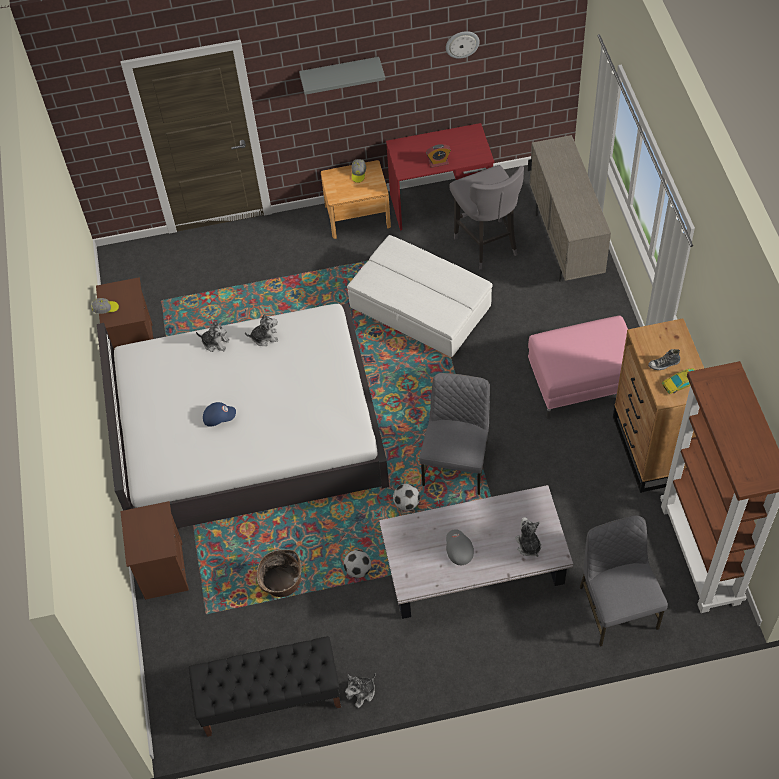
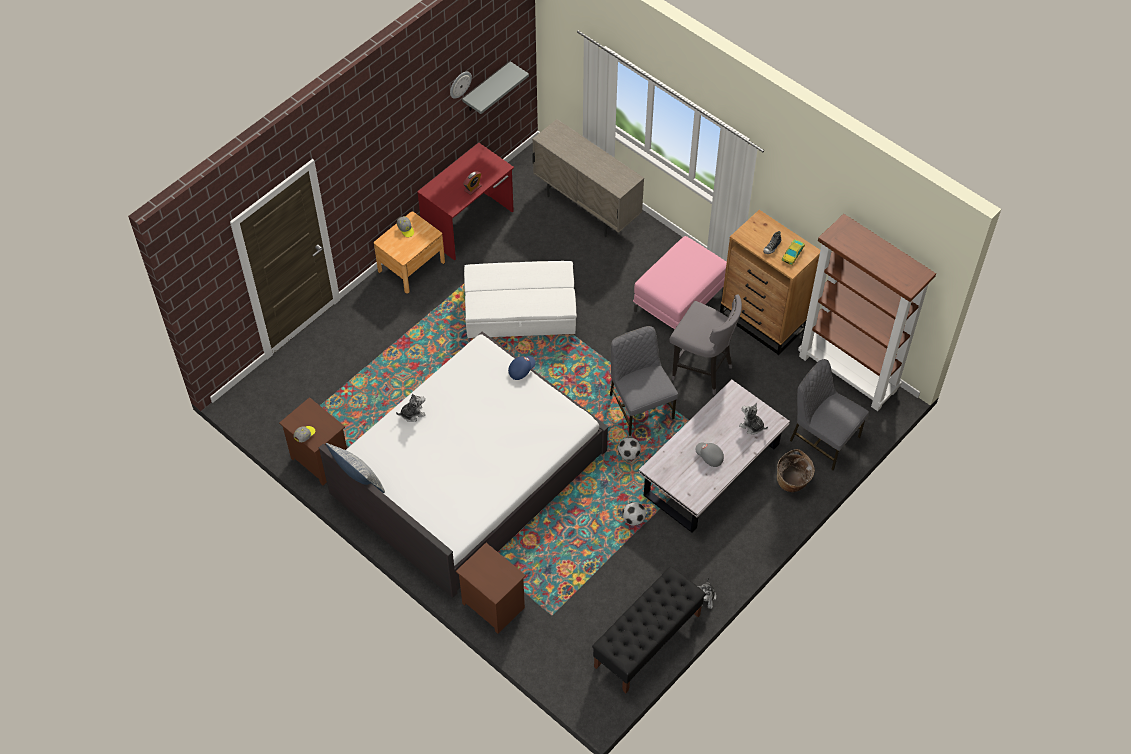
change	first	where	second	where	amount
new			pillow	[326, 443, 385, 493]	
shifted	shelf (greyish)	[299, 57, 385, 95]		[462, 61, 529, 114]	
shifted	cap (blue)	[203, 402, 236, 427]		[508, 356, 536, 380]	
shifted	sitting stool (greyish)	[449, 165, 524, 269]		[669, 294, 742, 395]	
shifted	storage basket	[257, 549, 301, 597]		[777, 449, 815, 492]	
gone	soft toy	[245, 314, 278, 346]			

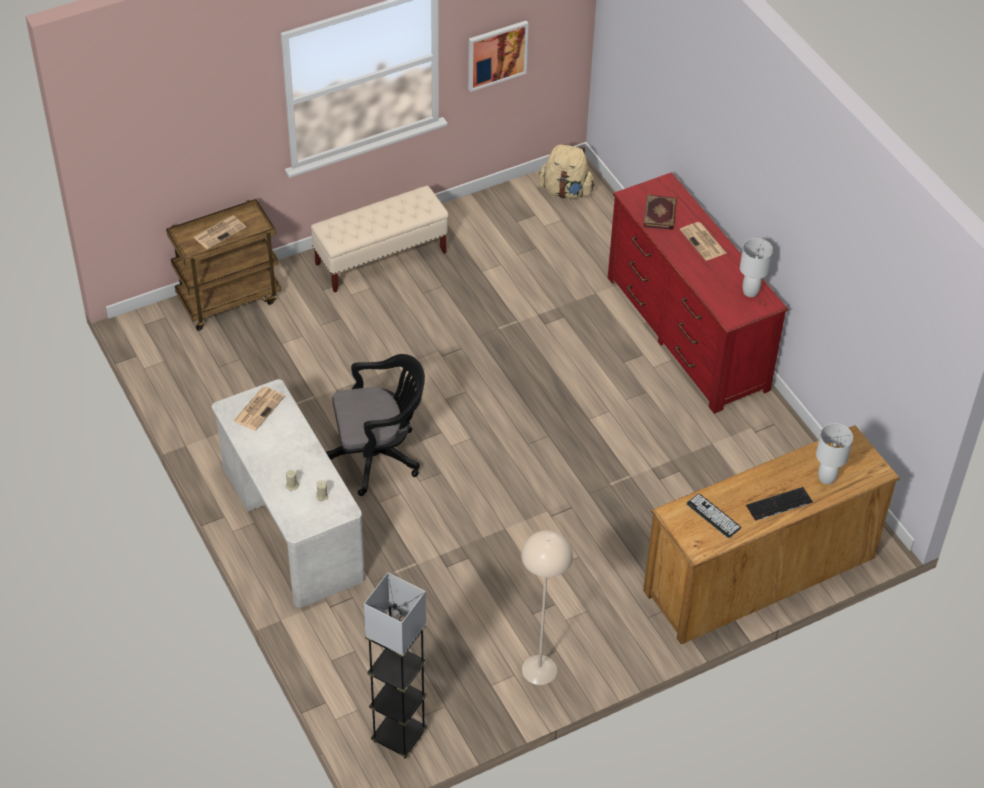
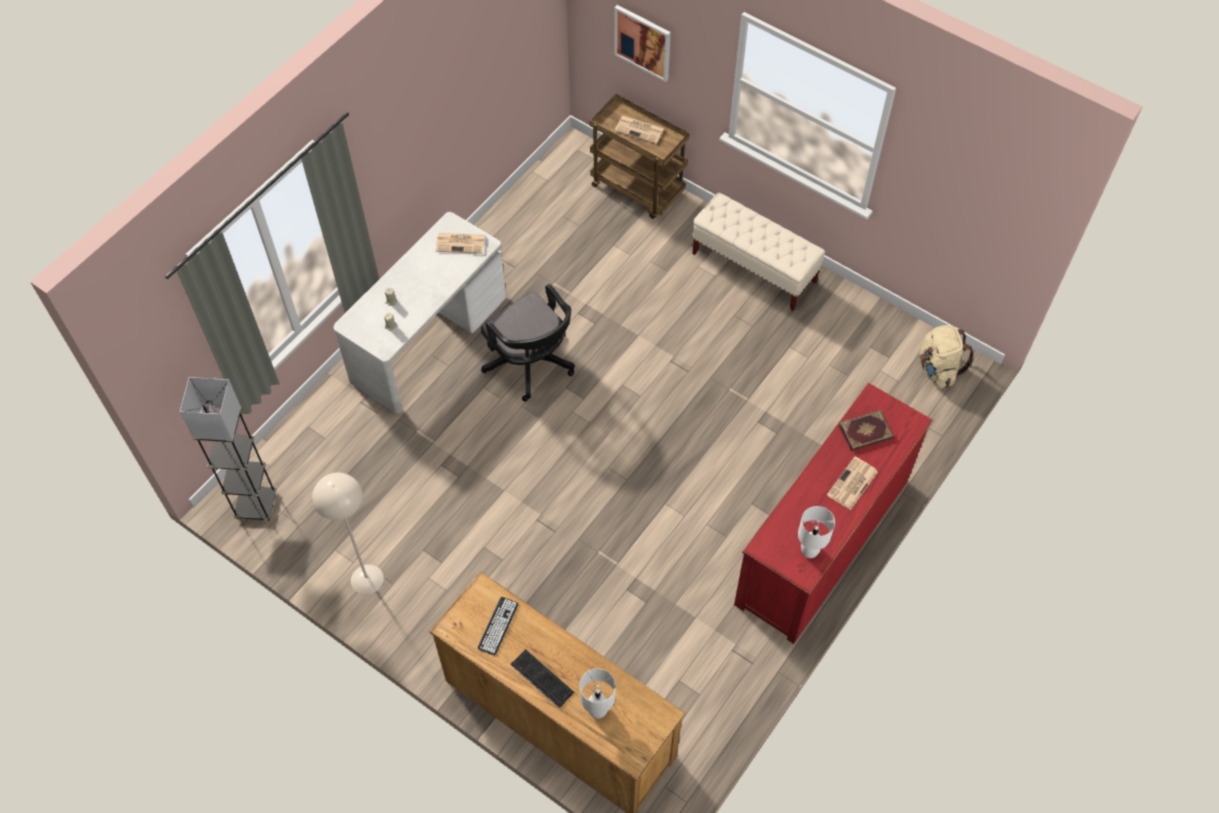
change	first	where	second	where	amount
shifted	wall art	[468, 21, 528, 92]		[614, 5, 671, 82]	

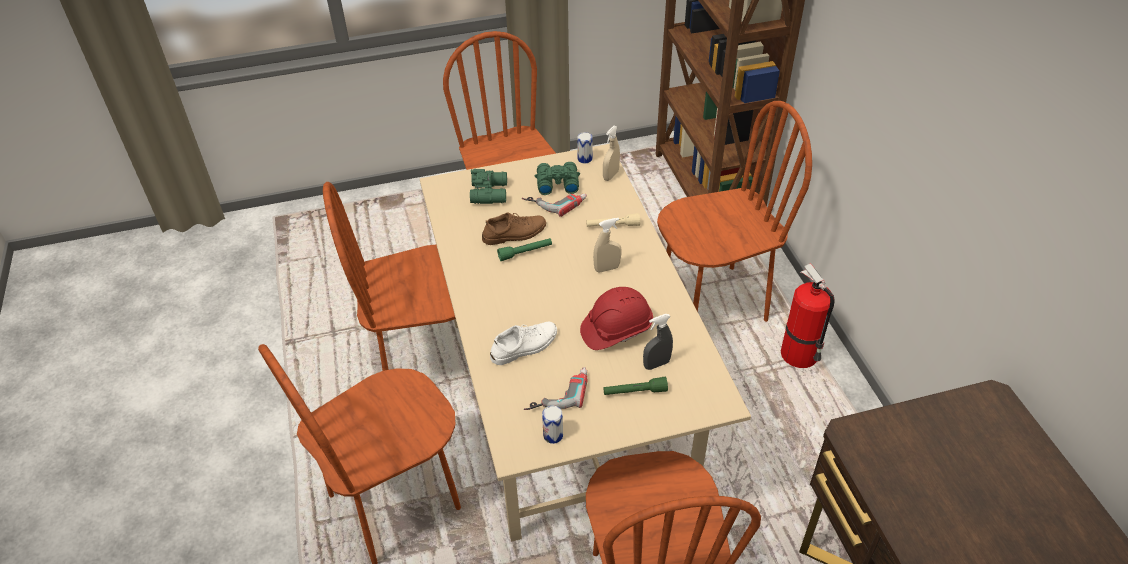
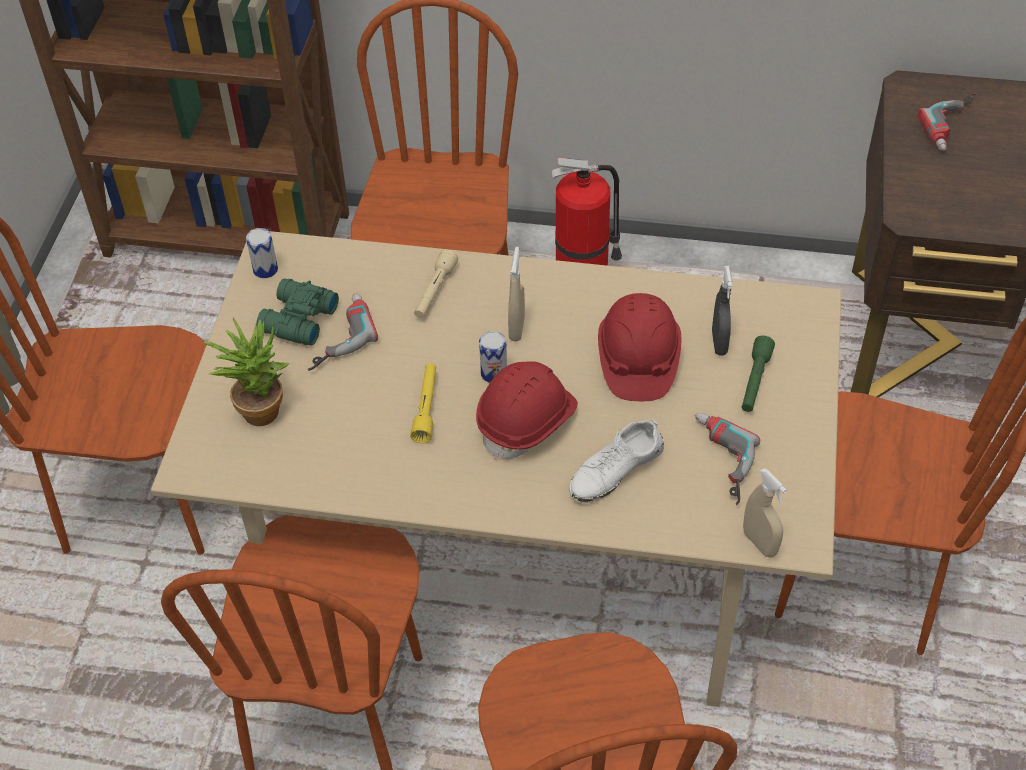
change	first	where	second	where	amount
swapped	field glasses (greenish)	[470, 169, 507, 204]	houseplant	[203, 318, 289, 426]	
repainted	torch (greenish)	[497, 238, 552, 261]	torch (yellow)	[410, 364, 436, 443]	
new			work helmet (red-coloured)	[476, 361, 578, 460]	
shifted	metal can	[542, 405, 563, 444]		[479, 331, 507, 383]	
rotated	item of footwear (white)	[490, 322, 557, 365]		[569, 419, 664, 503]	120 degrees counterclockwise
shifted	sprayer (beige-coloured)	[603, 126, 620, 181]		[743, 468, 787, 558]	
new			power drill	[918, 93, 976, 151]	
gone	item of footwear (brownish)	[482, 212, 546, 245]			

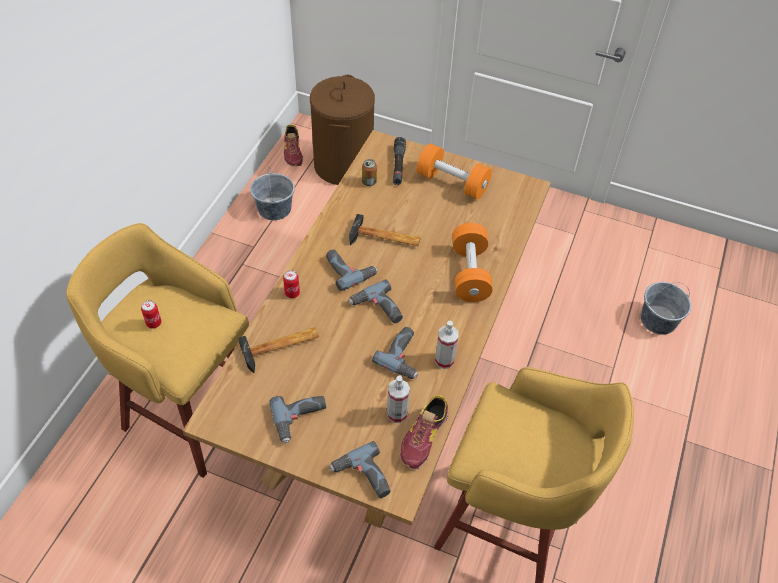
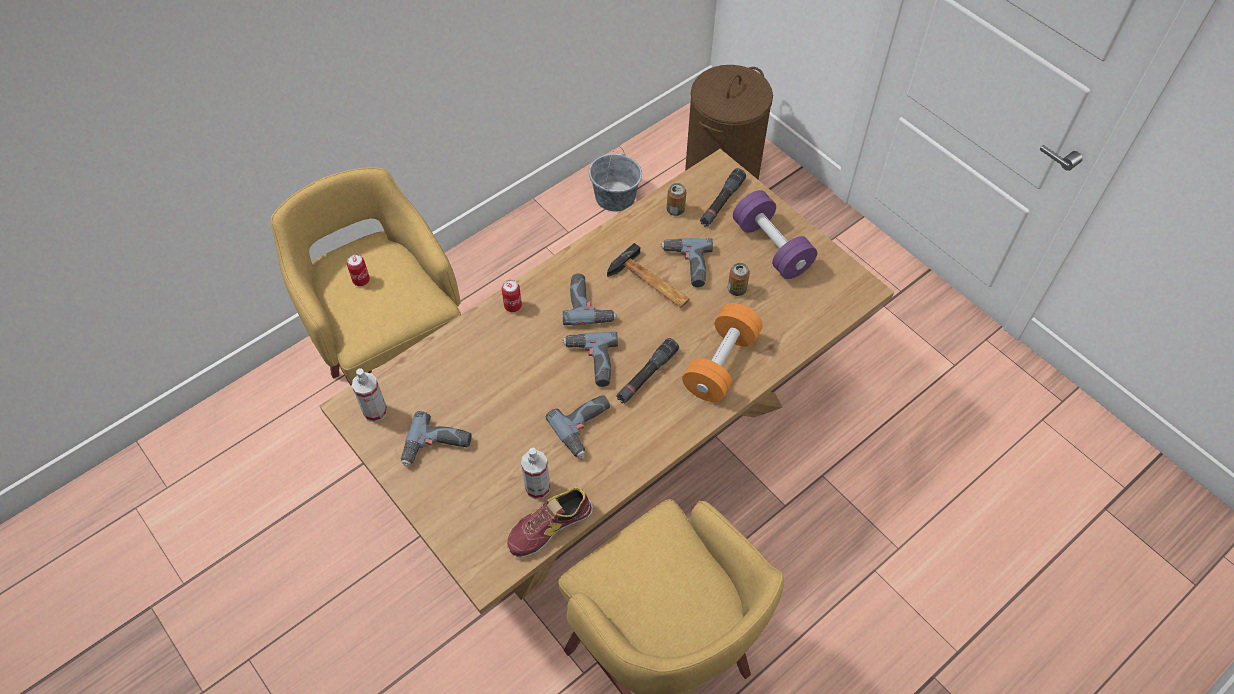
change	first	where	second	where	amount
shifted	sprayer	[435, 321, 459, 369]		[352, 368, 387, 422]	
new			torch (blackish)	[616, 338, 679, 404]	
shifted	power drill	[330, 441, 391, 498]		[661, 238, 713, 287]	
new			metal can	[728, 263, 750, 296]	
repainted	free weight (orangey)	[417, 143, 492, 199]	free weight (purple-coloured)	[733, 190, 817, 279]	
gone	tool hammer	[238, 327, 319, 373]			
gone	item of footwear	[284, 125, 303, 166]			
gone	water bucket (greyish)	[641, 282, 691, 335]			

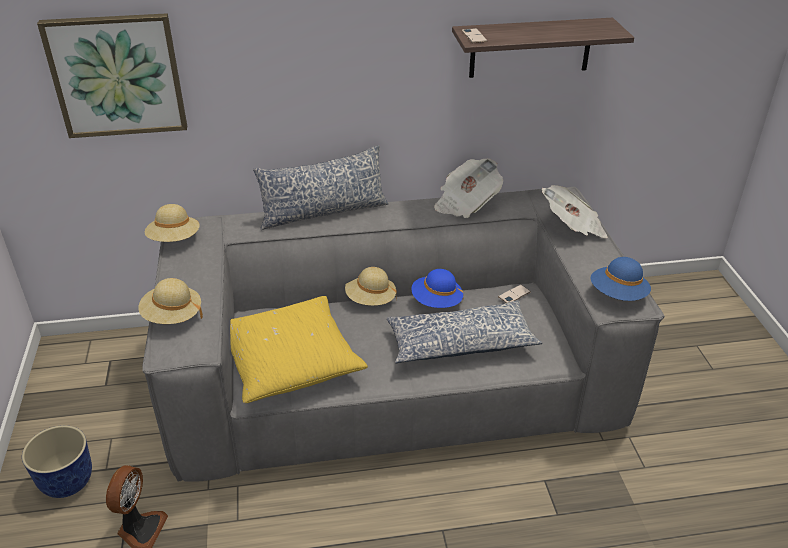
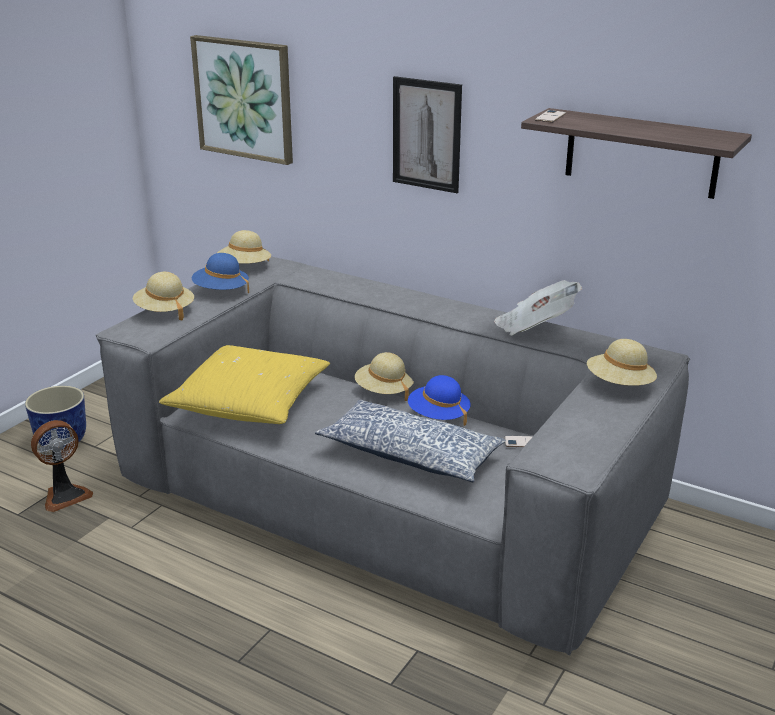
change	first	where	second	where	amount
shifted	hat (blue)	[591, 257, 651, 301]		[192, 253, 249, 293]	
new			wall art	[393, 76, 462, 193]	
swapped	newspaper	[542, 185, 608, 238]	hat (beige-coloured)	[587, 339, 657, 386]	
gone	pillow	[253, 145, 389, 230]			

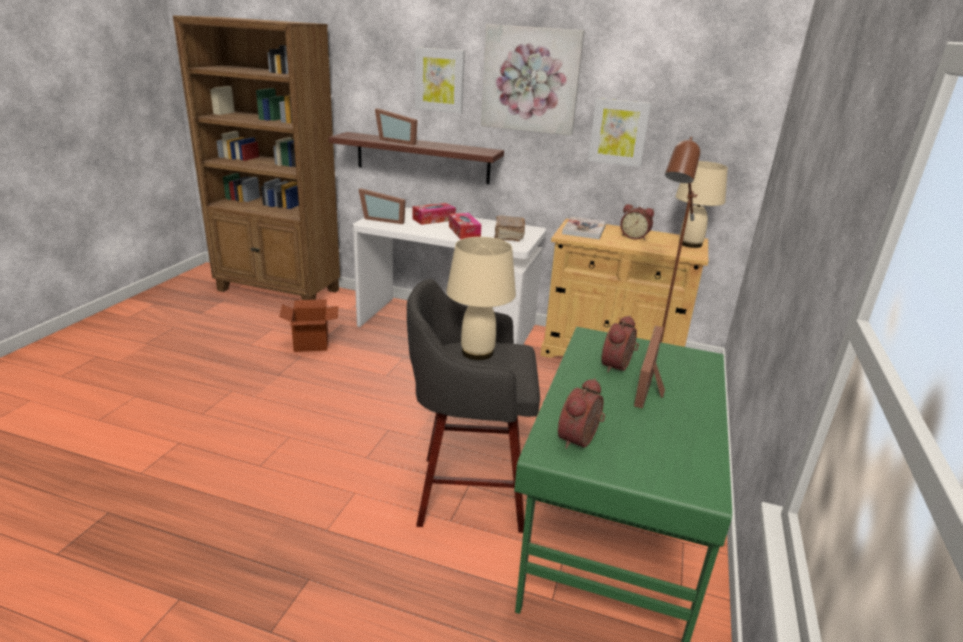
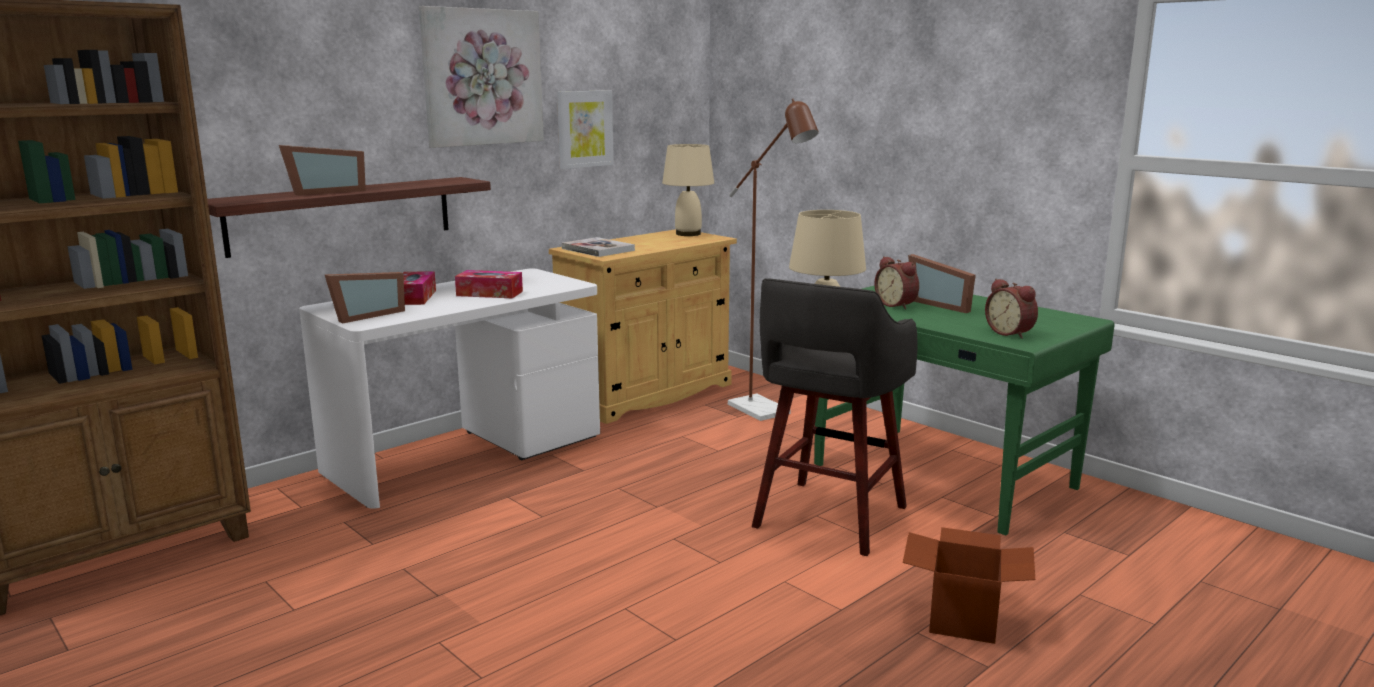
change	first	where	second	where	amount
shifted	packing box	[279, 299, 338, 352]		[903, 527, 1035, 644]	
gone	wall art	[415, 47, 465, 114]			
gone	volume (brownish)	[494, 215, 525, 242]			
gone	alarm clock	[620, 204, 654, 240]			

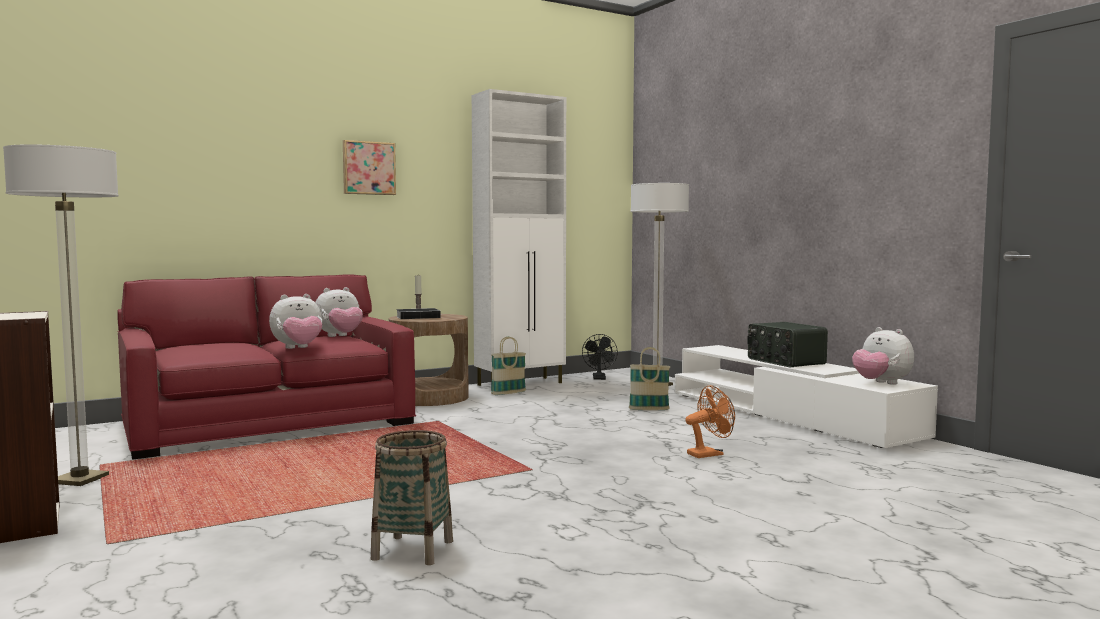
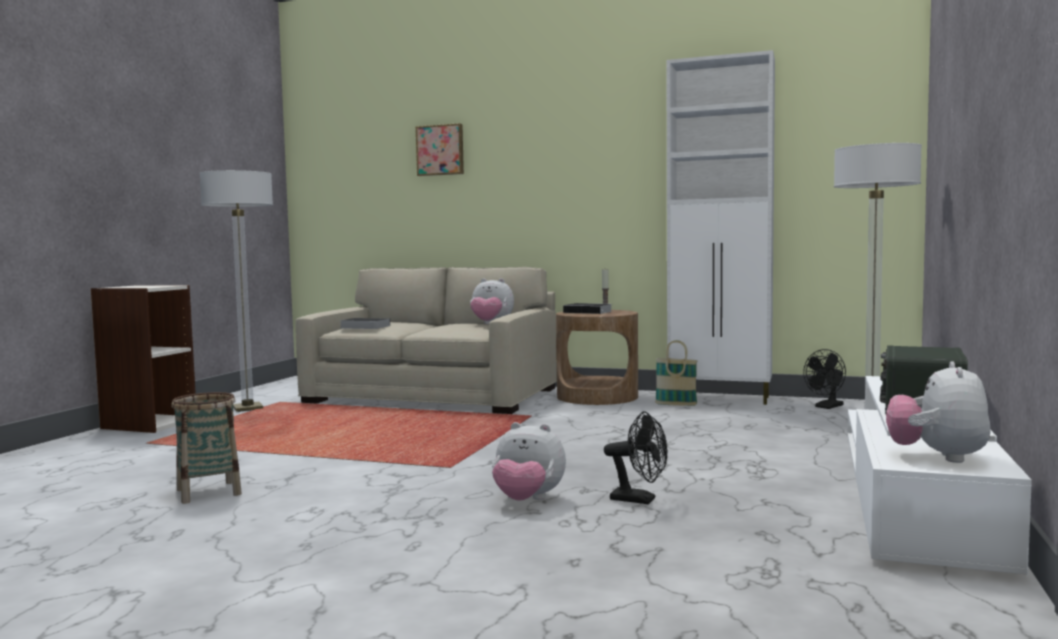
change	first	where	second	where	amount
repainted	settee (red-coloured)	[117, 274, 416, 460]	settee (beige-coloured)	[295, 267, 557, 414]	
new			volume	[340, 318, 390, 329]	
shifted	wall art	[343, 140, 396, 195]		[415, 123, 464, 176]	
shifted	soft toy	[269, 294, 323, 349]		[492, 422, 566, 501]	
repainted	fan (orangey)	[685, 385, 735, 458]	fan (blackish)	[604, 411, 668, 504]	
gone	storage basket	[629, 347, 670, 410]			

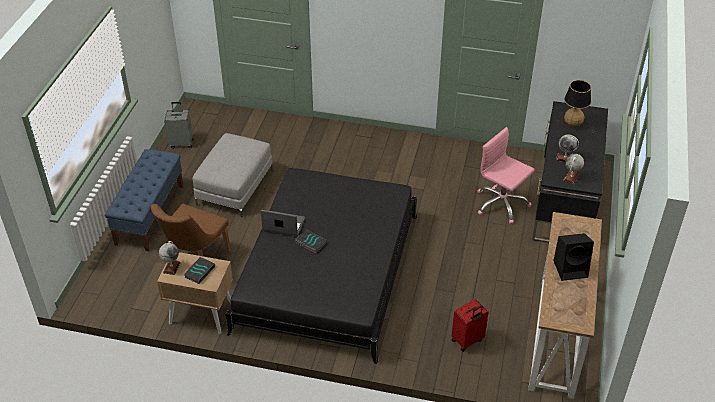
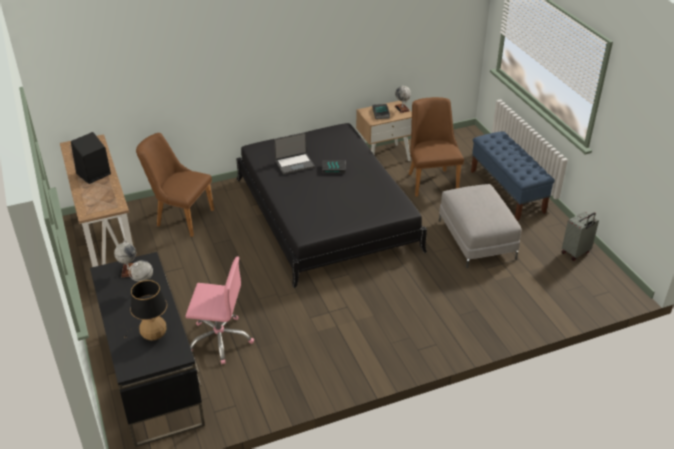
change	first	where	second	where	amount
swapped	travel case (red-coloured)	[452, 299, 489, 352]	chair (brownish)	[136, 133, 214, 237]	
shifted	notebook computer	[261, 210, 305, 236]		[274, 132, 315, 174]	

